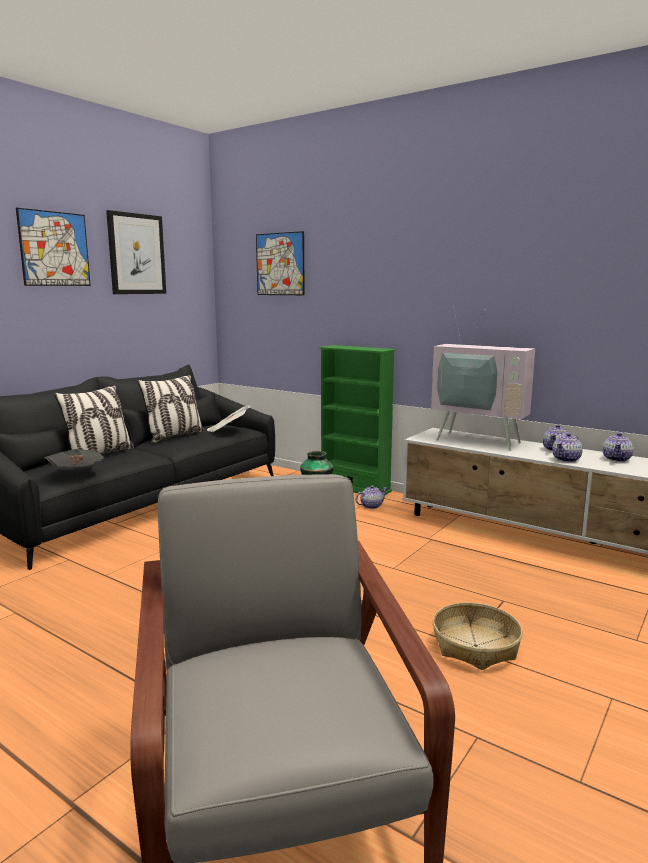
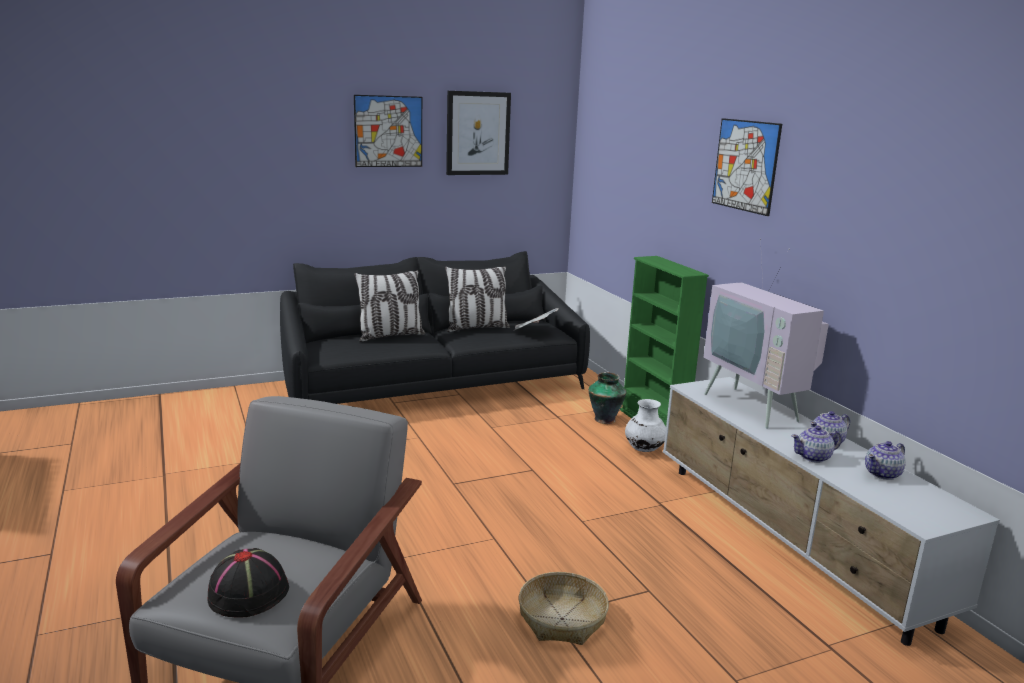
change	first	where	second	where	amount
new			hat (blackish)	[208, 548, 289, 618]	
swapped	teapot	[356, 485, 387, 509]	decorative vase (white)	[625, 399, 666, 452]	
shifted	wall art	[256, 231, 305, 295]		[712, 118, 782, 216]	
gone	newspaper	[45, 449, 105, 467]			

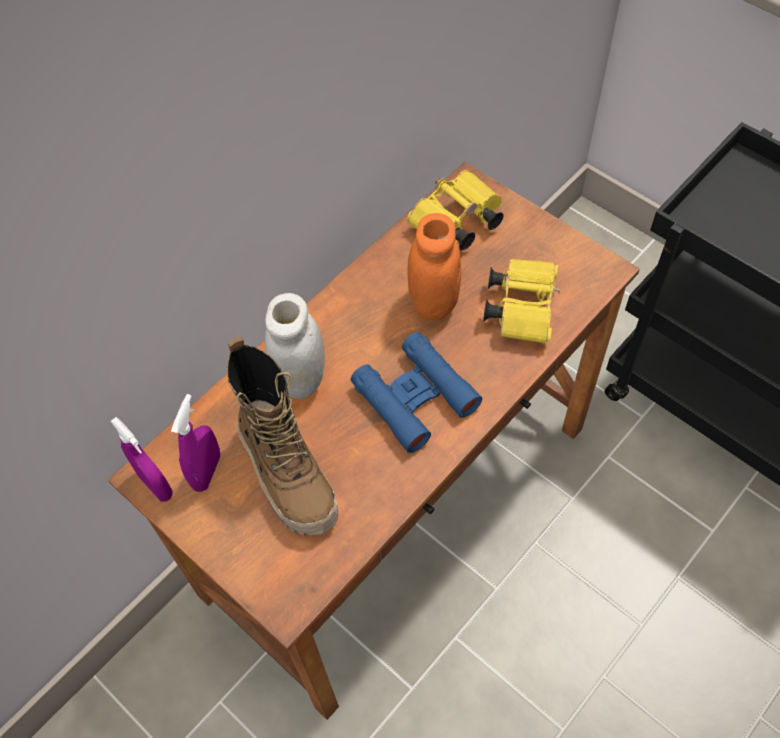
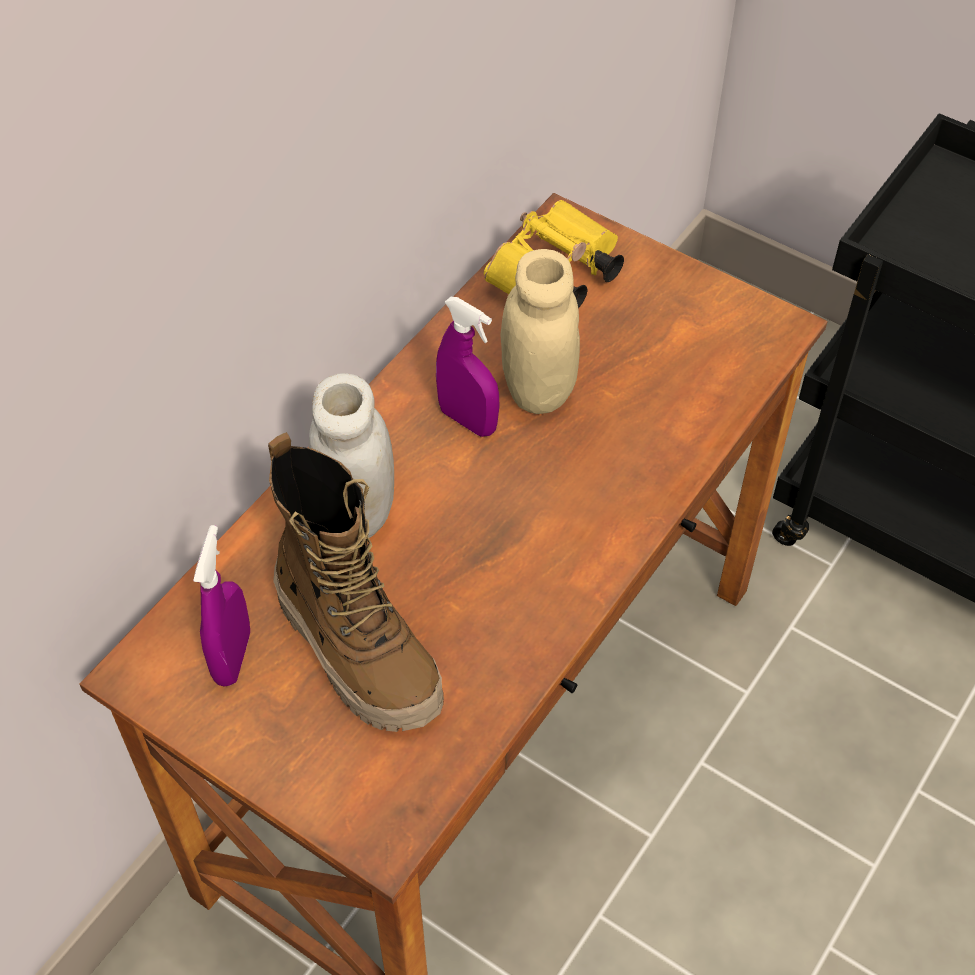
change	first	where	second	where	amount
shifted	sprayer (purple-coloured)	[111, 417, 173, 502]		[436, 297, 499, 437]	
repainted	storage jar (orangey)	[407, 213, 461, 320]	storage jar (beige-coloured)	[500, 249, 580, 414]	
gone	field glasses (blue)	[351, 332, 482, 453]			
gone	field glasses (yellow)	[483, 258, 560, 344]			

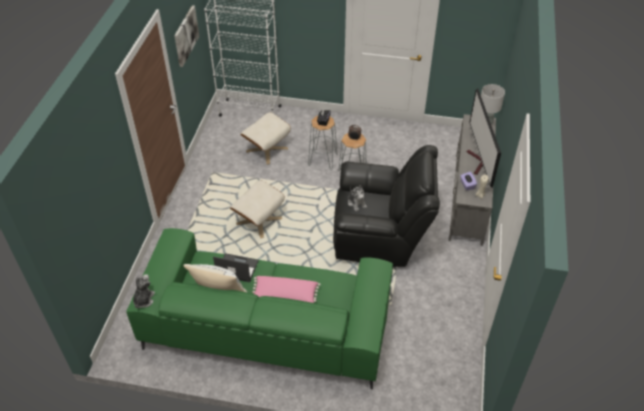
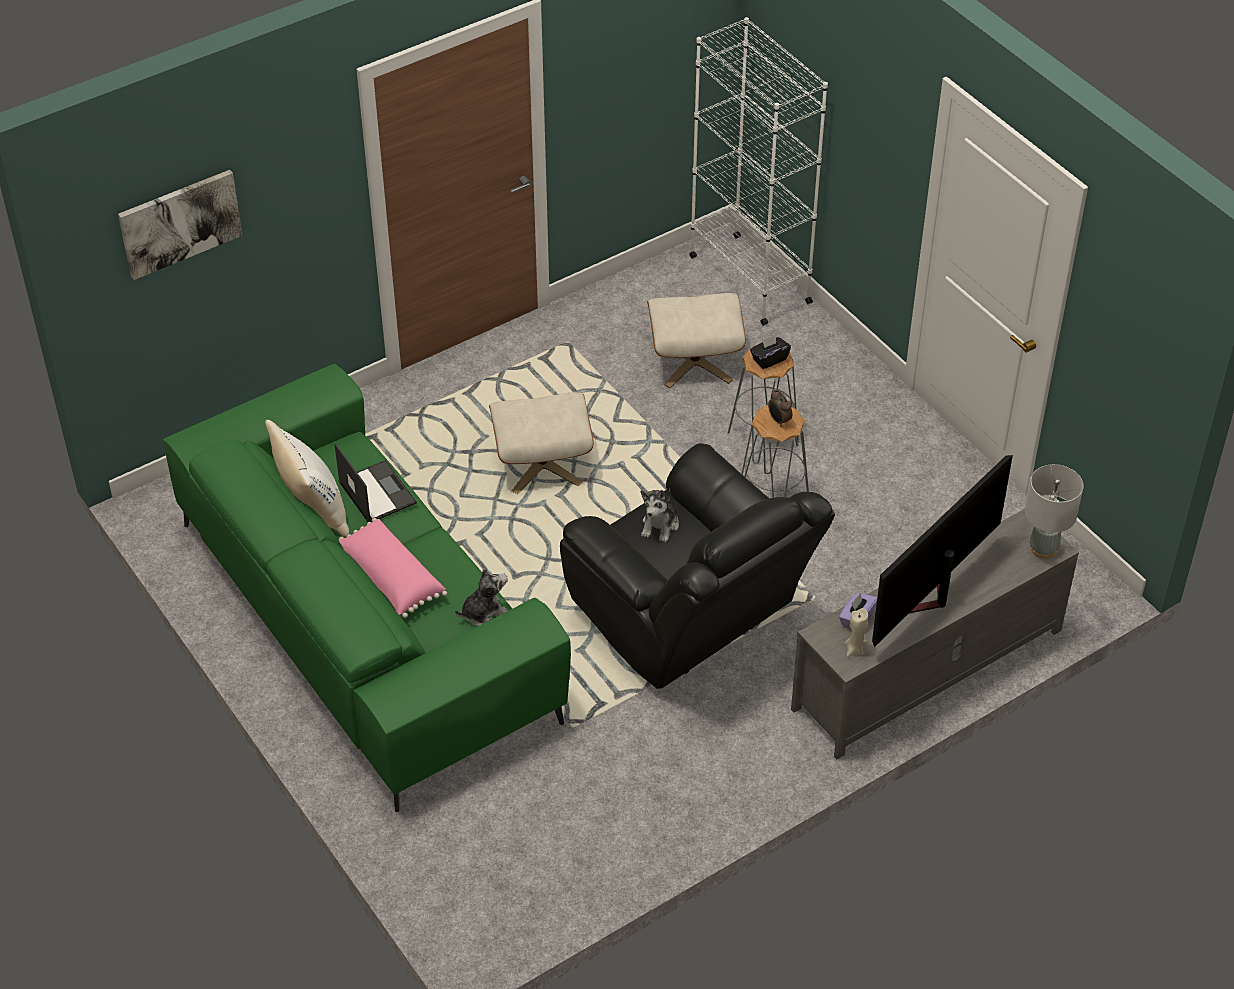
change	first	where	second	where	amount
shifted	wall art	[174, 5, 199, 67]		[118, 170, 243, 280]	
shifted	soft toy	[133, 274, 155, 308]		[455, 568, 508, 627]	

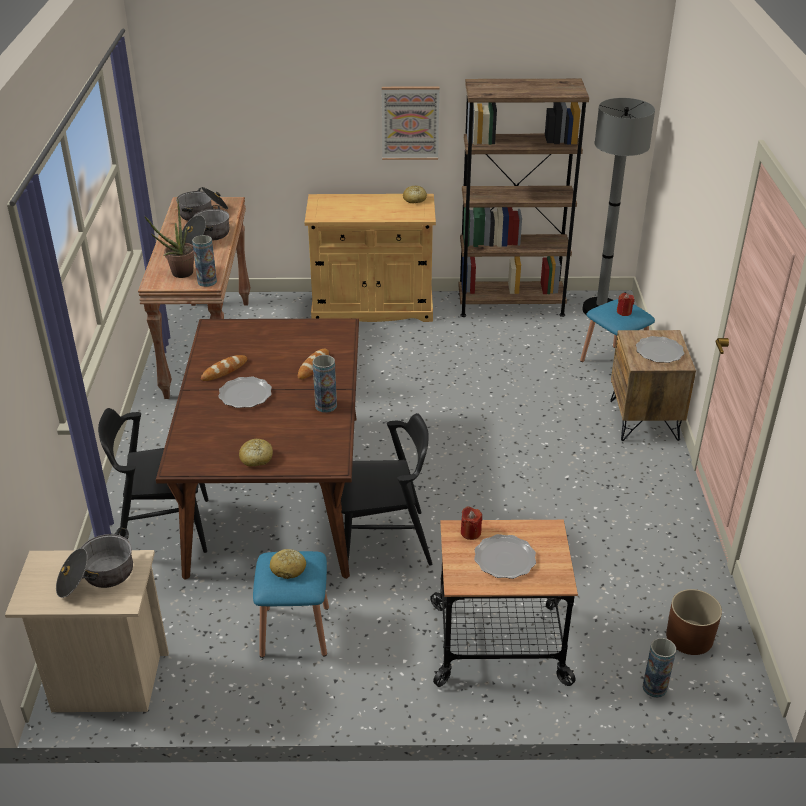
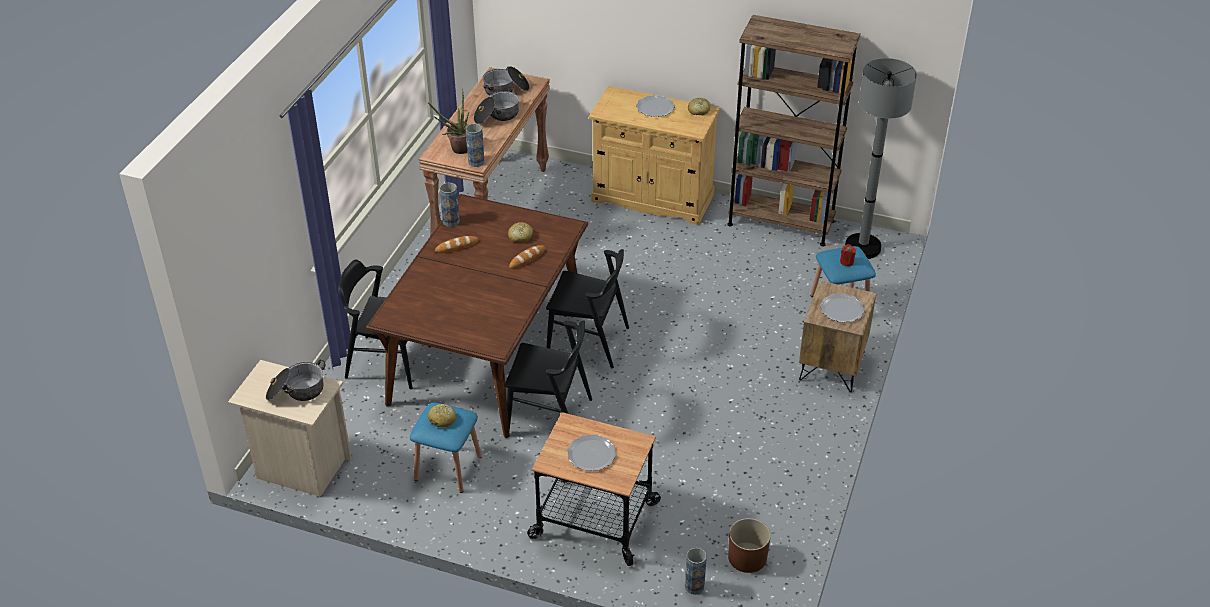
change	first	where	second	where	amount
shifted	decorative vase	[313, 355, 337, 413]		[440, 183, 460, 227]	
shifted	baked bread	[239, 439, 273, 466]		[508, 222, 533, 243]	
new			chair (blackish)	[546, 249, 629, 368]	
shifted	flat dish	[218, 377, 272, 408]		[636, 95, 675, 117]	
gone	wall art	[382, 86, 440, 160]			
gone	wax light (red-coloured)	[461, 506, 482, 540]			

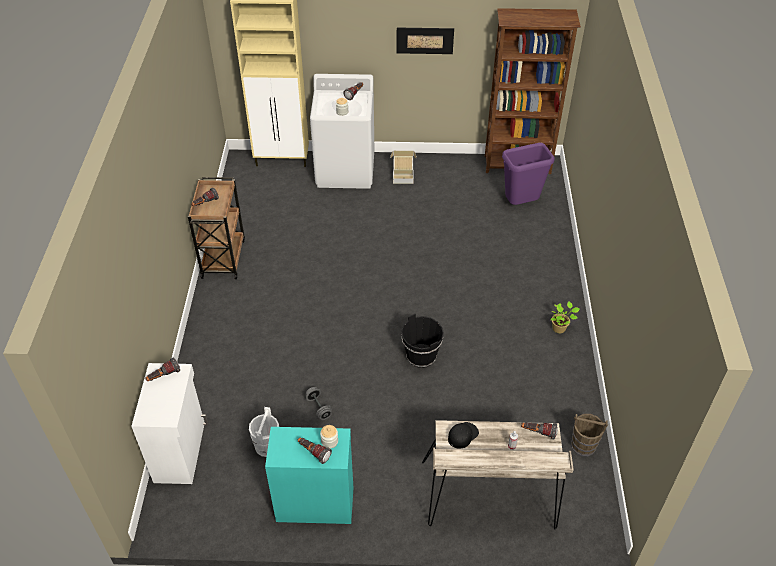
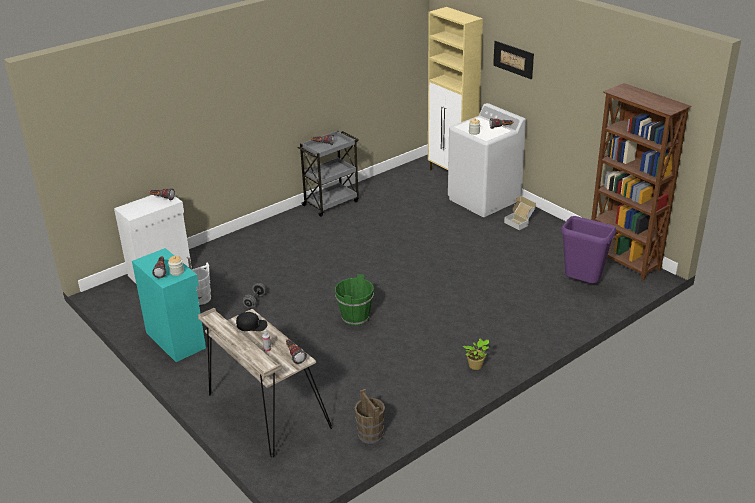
change	first	where	second	where	amount
repainted	trolley (brownish)	[188, 177, 245, 279]	trolley (greyish)	[297, 130, 359, 217]	
repainted	water bucket (blackish)	[401, 314, 444, 368]	water bucket (greenish)	[335, 274, 374, 326]	
shifted	wall art	[396, 28, 454, 54]		[493, 41, 534, 79]	

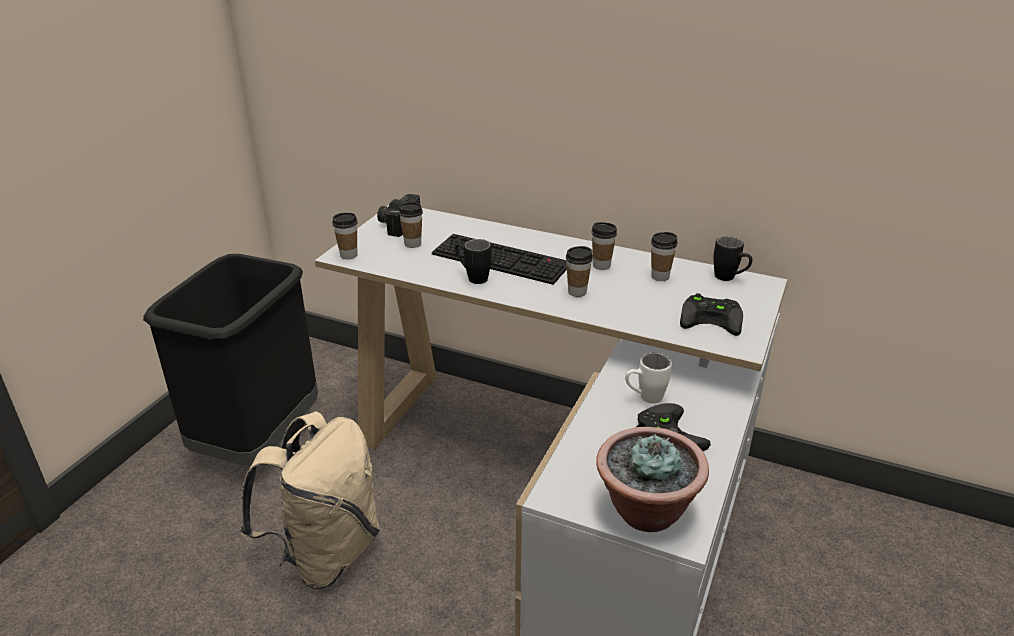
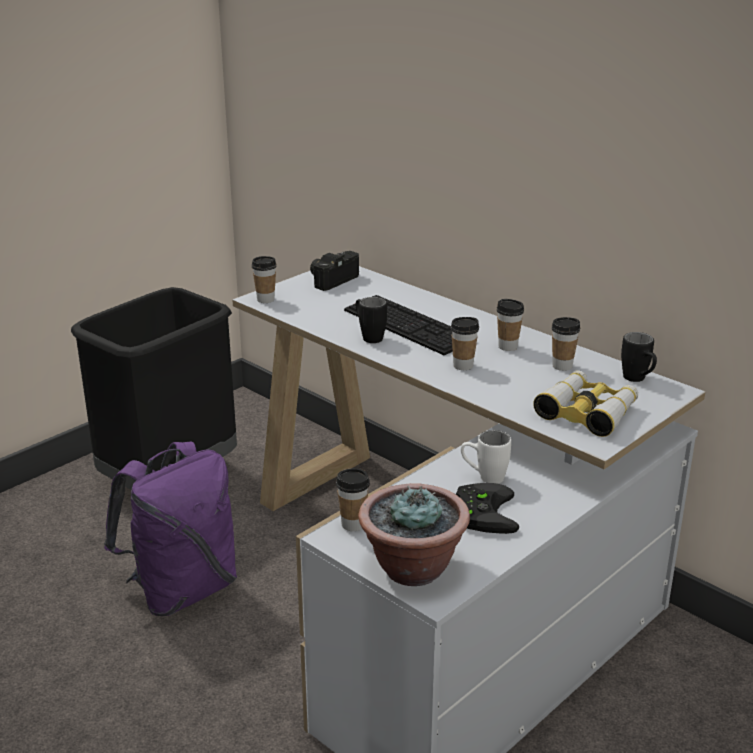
change	first	where	second	where	amount
repainted	backpack (beige-coloured)	[240, 411, 380, 589]	backpack (purple-coloured)	[104, 441, 237, 616]	
shifted	small cup	[399, 202, 423, 248]		[336, 468, 370, 531]	
swapped	joypad (blackish)	[680, 293, 743, 336]	field glasses	[533, 370, 638, 437]	

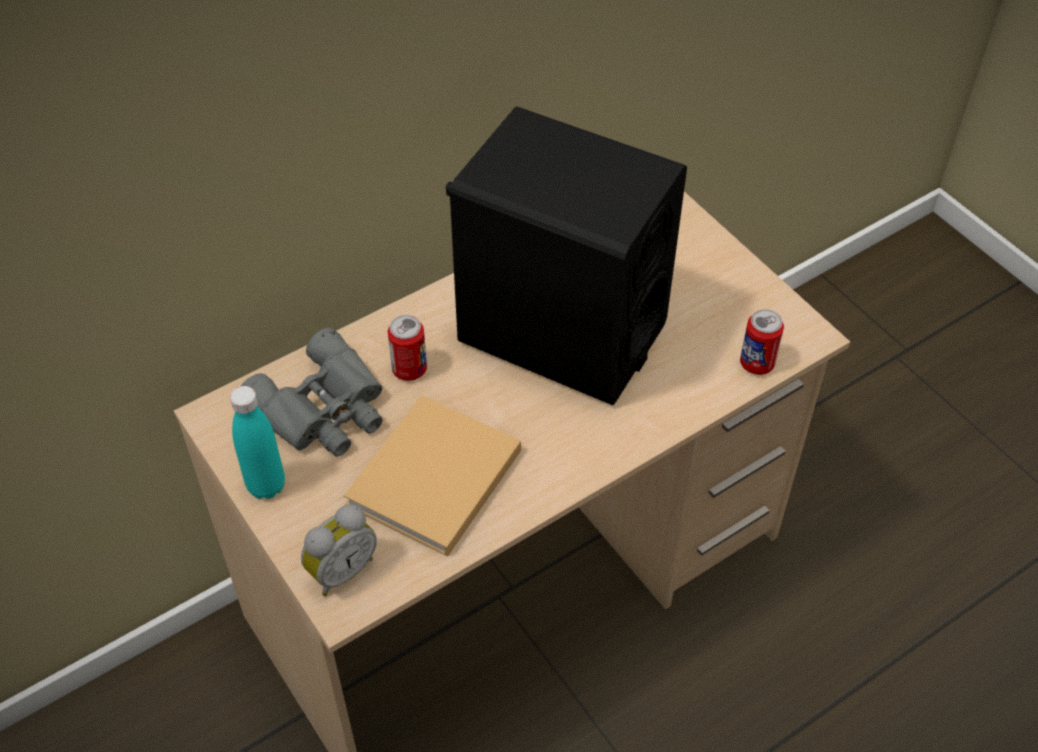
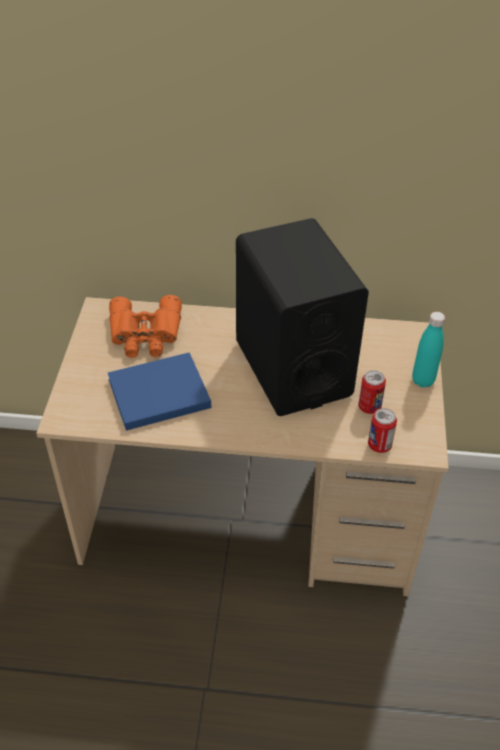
change	first	where	second	where	amount
repainted	volume (beige-coloured)	[344, 395, 521, 557]	volume (blue)	[108, 352, 211, 431]	
repainted	field glasses (greyish)	[241, 327, 383, 456]	field glasses (orangey)	[109, 295, 182, 358]	
shifted	metal can	[388, 315, 427, 381]		[358, 370, 386, 414]	
shifted	beverage bottle (turquoise)	[230, 386, 285, 499]		[412, 312, 445, 387]	
gone	alarm clock	[301, 504, 377, 596]			

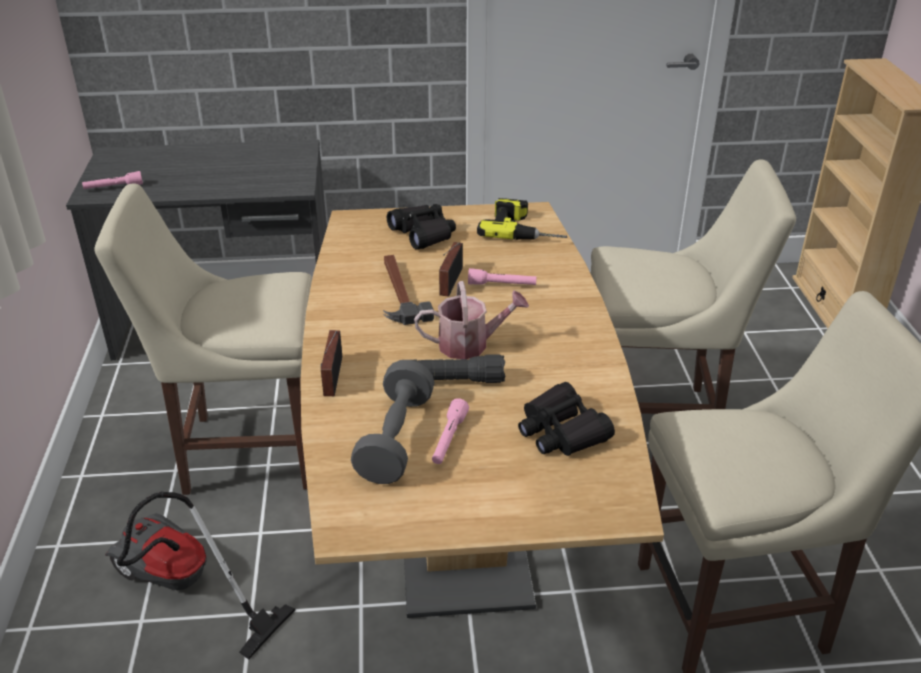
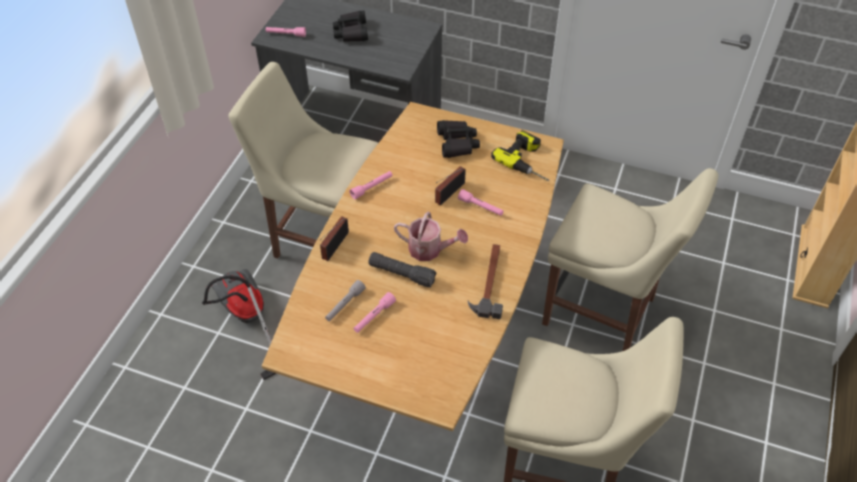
change	first	where	second	where	amount
swapped	free weight (greyish)	[351, 360, 435, 484]	torch (greyish)	[325, 280, 366, 321]	
shifted	field glasses (blackish)	[518, 382, 615, 456]		[333, 11, 368, 42]	
new			torch (pinkish)	[349, 171, 393, 199]	
shifted	tool hammer	[383, 255, 434, 325]		[468, 244, 503, 319]	

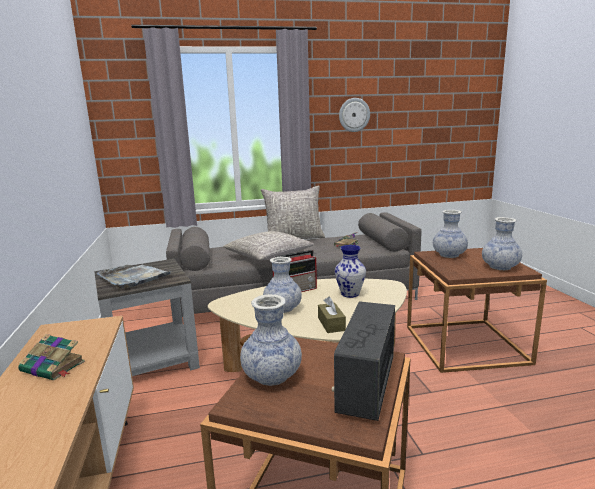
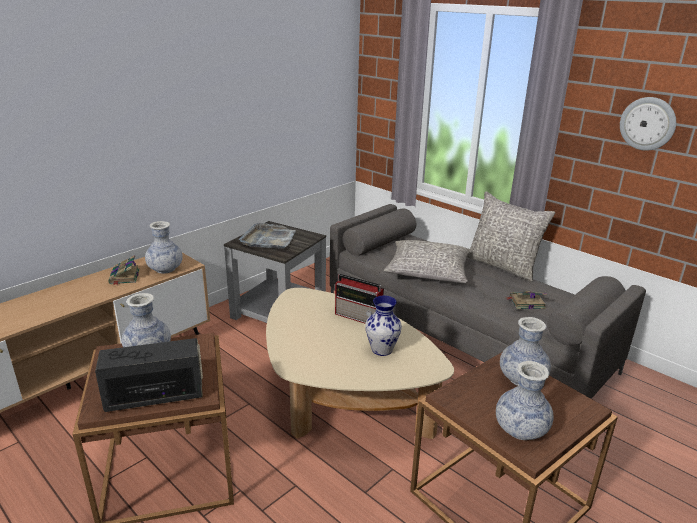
change	first	where	second	where	amount
shifted	decorative vase	[263, 257, 302, 313]		[145, 221, 183, 274]	
gone	tissue holder (brownish)	[318, 297, 346, 333]			

